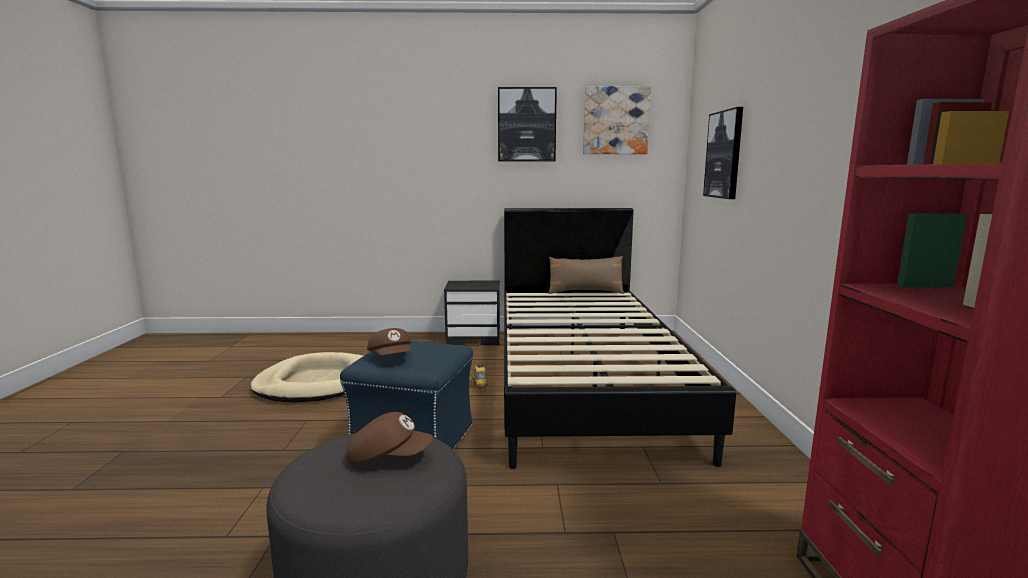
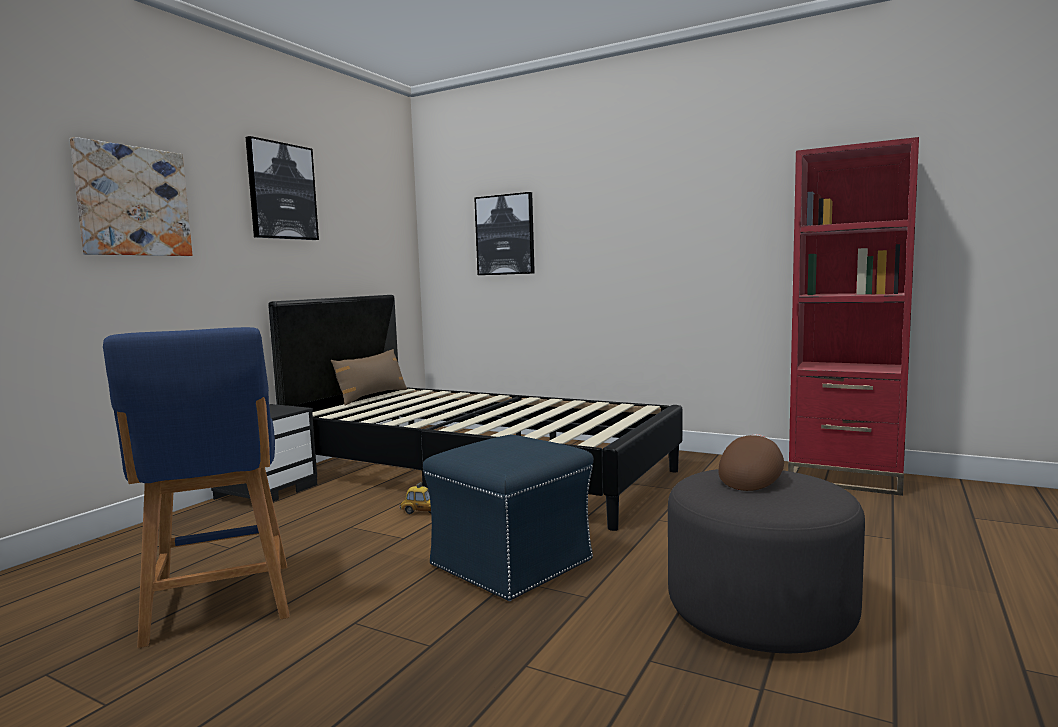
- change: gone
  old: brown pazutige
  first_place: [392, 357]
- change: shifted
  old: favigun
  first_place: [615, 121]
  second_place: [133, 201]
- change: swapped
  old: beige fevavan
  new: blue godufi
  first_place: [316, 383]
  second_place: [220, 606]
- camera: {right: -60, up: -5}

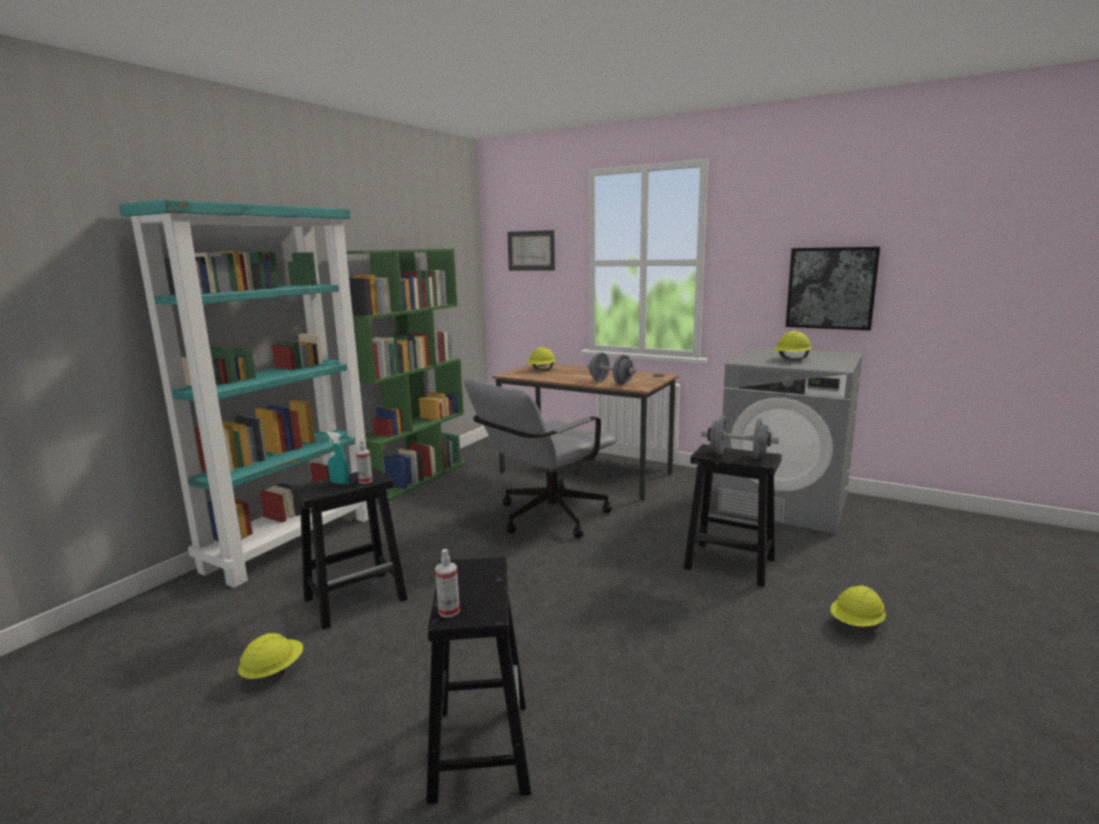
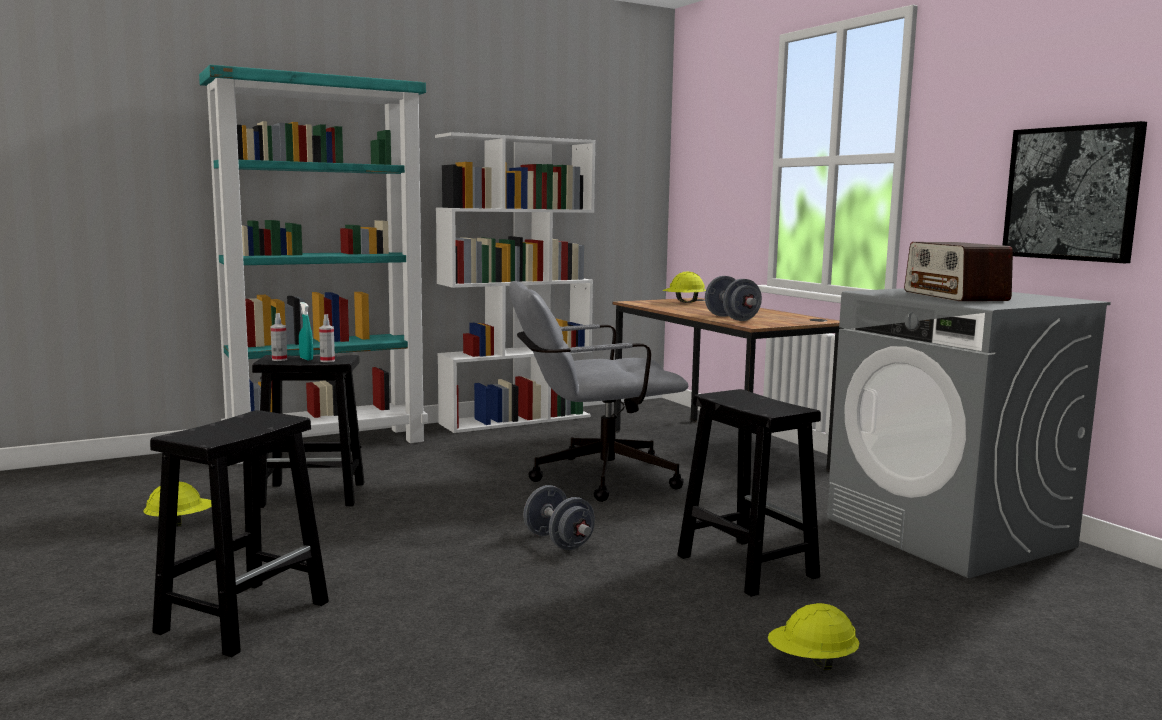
- change: gone
  old: favigun
  first_place: [531, 250]
- change: shifted
  old: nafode
  first_place: [449, 611]
  second_place: [279, 359]
- change: shifted
  old: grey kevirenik
  first_place: [738, 455]
  second_place: [558, 541]
- change: swapped
  old: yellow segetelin
  new: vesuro
  first_place: [791, 359]
  second_place: [955, 296]
- change: repainted
  old: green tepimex
  new: white tepimex
  first_place: [416, 478]
  second_place: [516, 419]
- camera: {right: 30, up: -5}

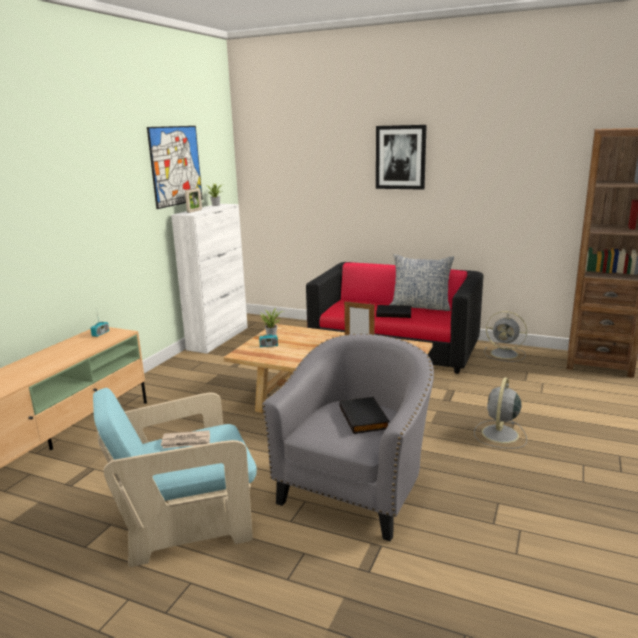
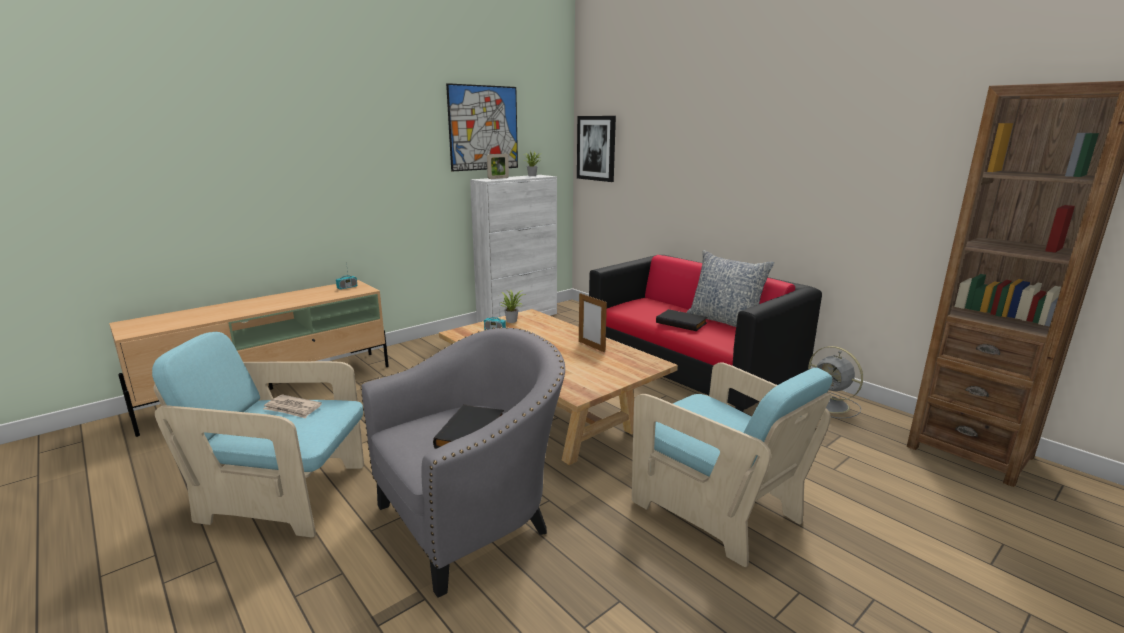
- change: shifted
  old: favigun
  first_place: [400, 157]
  second_place: [596, 148]
- change: swapped
  old: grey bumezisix
  new: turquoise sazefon
  first_place: [499, 435]
  second_place: [715, 509]
- camera: {right: 25, up: 0}

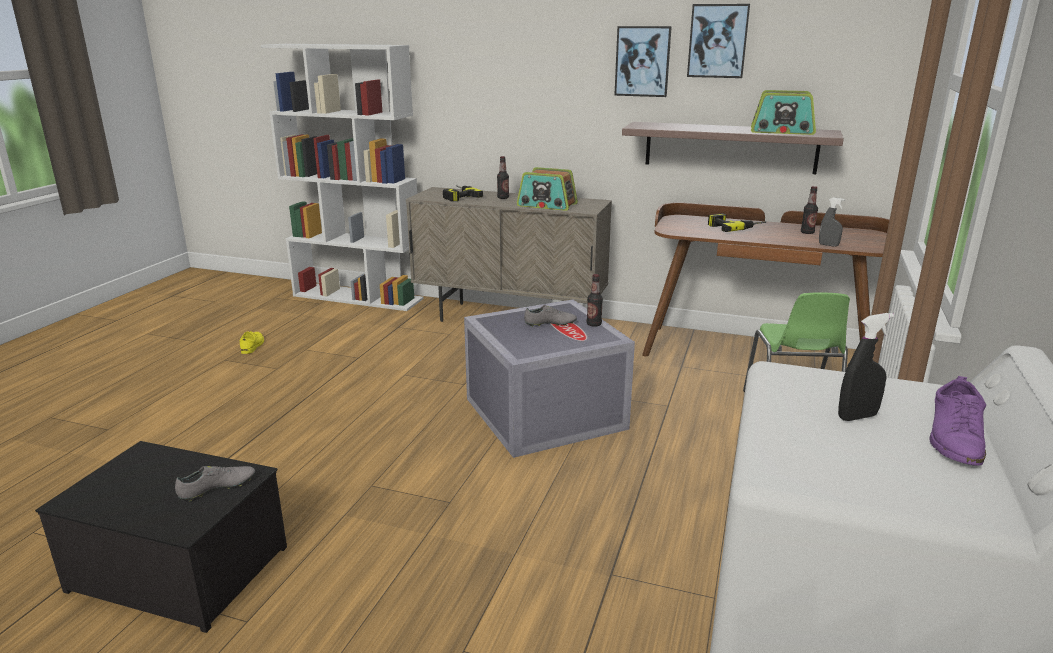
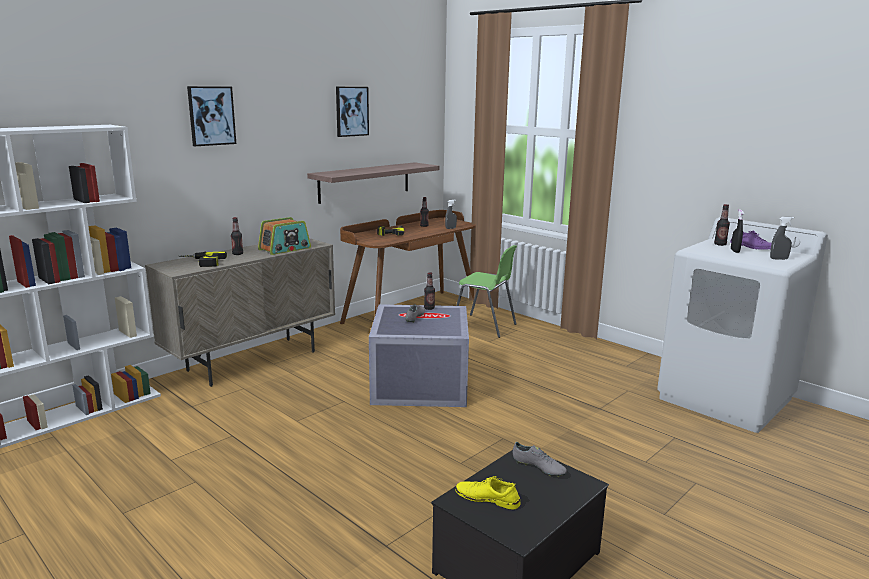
- change: gone
  old: vesuro
  first_place: [782, 131]
- change: new
  new: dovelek
  second_place: [720, 244]
- change: new
  new: grey nafode
  second_place: [778, 259]
- change: shifted
  old: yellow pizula
  first_place: [252, 345]
  second_place: [487, 498]
- change: shifted
  old: favigun
  first_place: [642, 61]
  second_place: [211, 116]
- change: rotated
  old: grey pizula
  first_place: [217, 489]
  second_place: [538, 468]
  degrees: 135
- camera: {right: -65, up: -5}

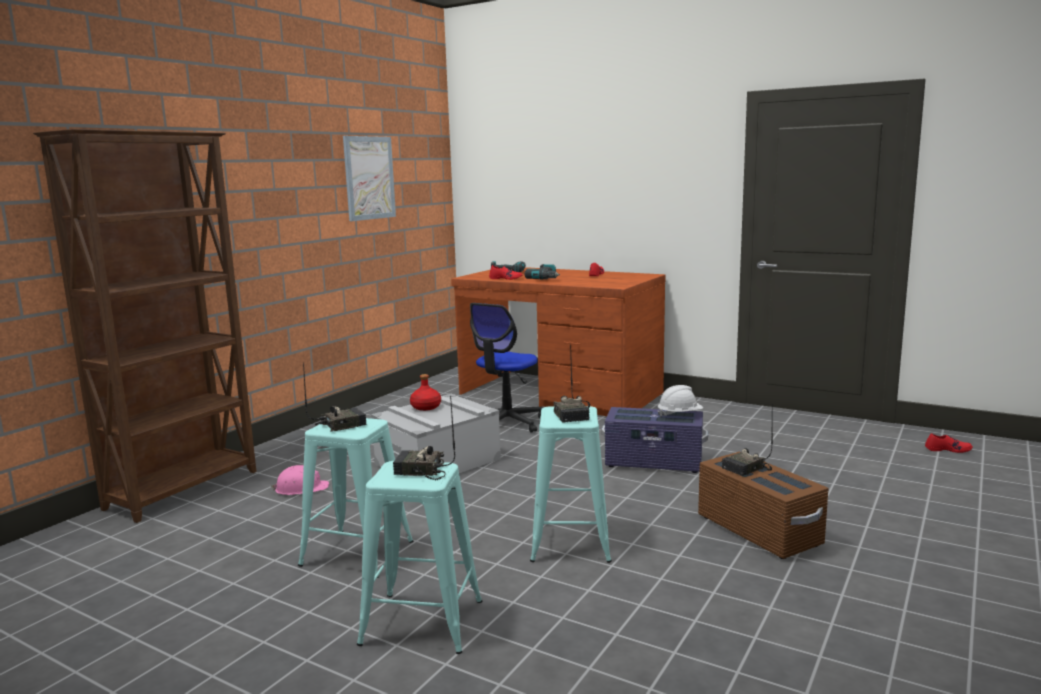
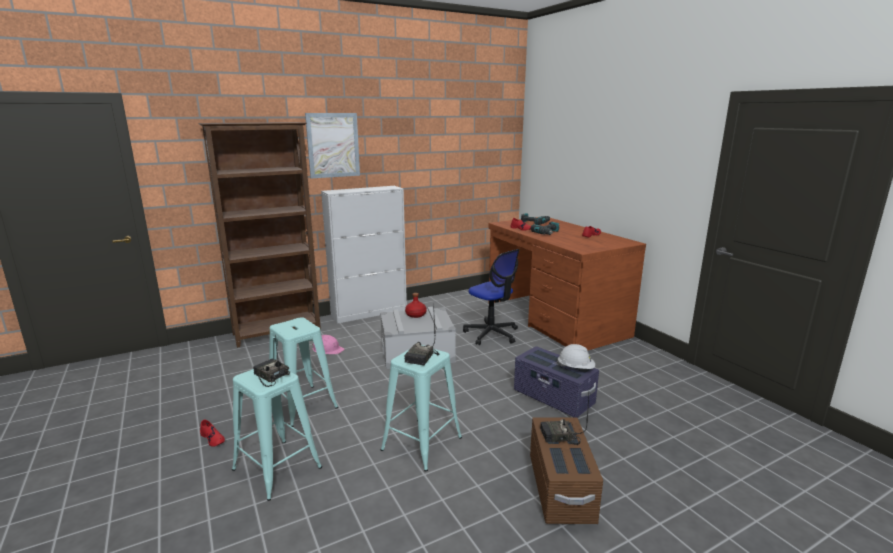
- change: gone
  old: vesuro
  first_place: [341, 425]
- change: new
  new: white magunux
  second_place: [369, 312]
- change: shifted
  old: favigun
  first_place: [369, 178]
  second_place: [333, 145]
- change: shifted
  old: red pizula
  first_place: [948, 449]
  second_place: [213, 438]
- change: rotated
  old: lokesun
  first_place: [506, 423]
  second_place: [491, 334]
  degrees: -105
- camera: {right: 30, up: 5}

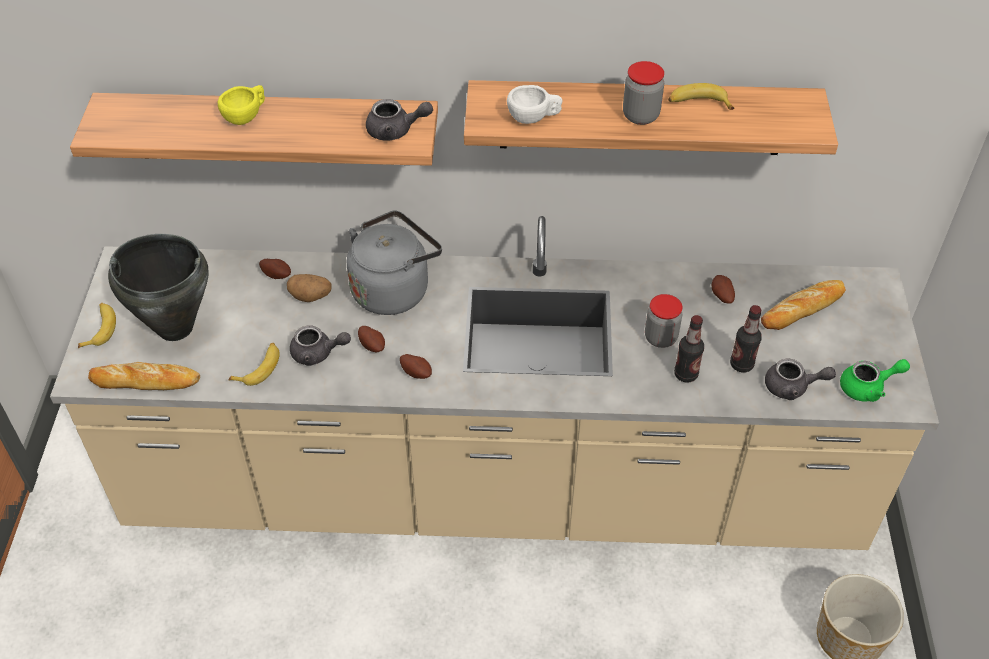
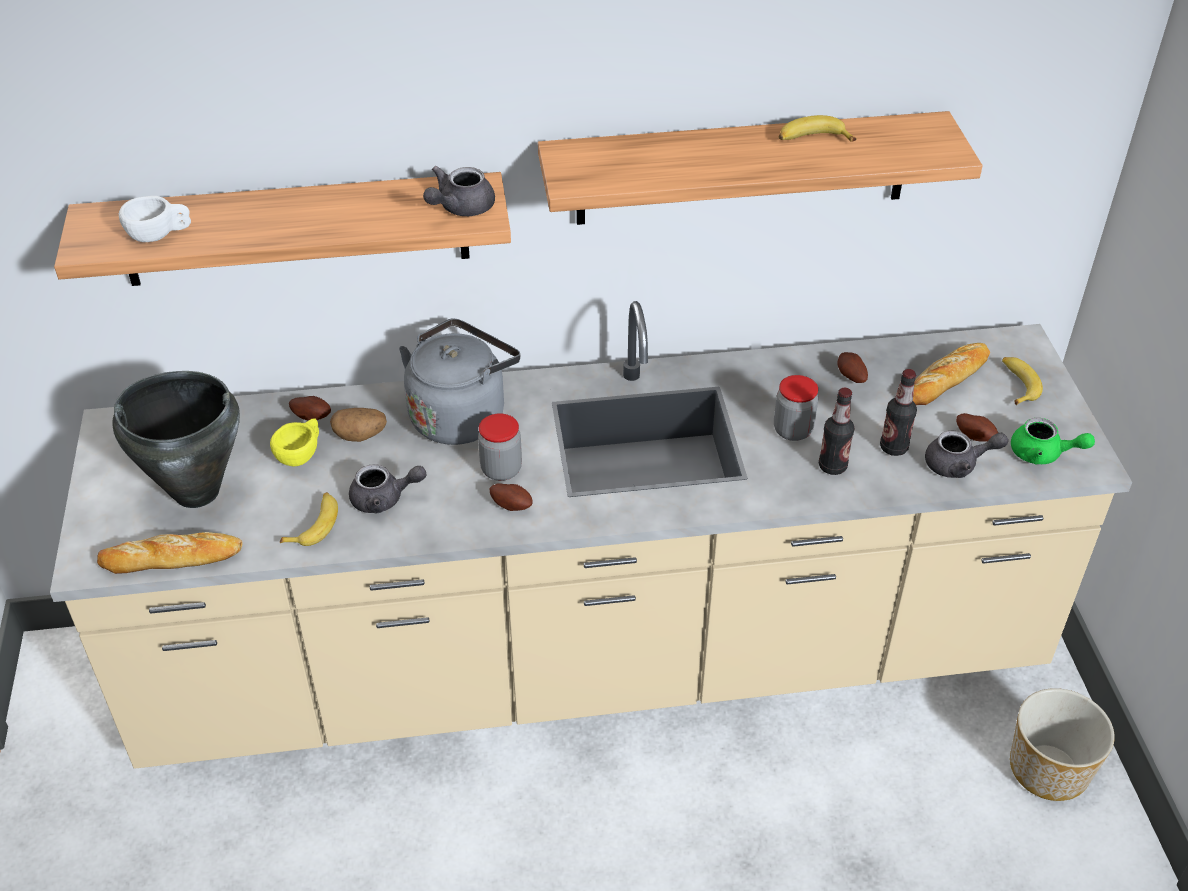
- change: shifted
  old: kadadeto
  first_place: [100, 328]
  second_place: [1017, 384]
- change: shifted
  old: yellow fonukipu
  first_place: [246, 116]
  second_place: [301, 454]
- change: shifted
  old: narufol
  first_place: [372, 345]
  second_place: [975, 436]
- change: shifted
  old: white fonukipu
  first_place: [534, 118]
  second_place: [159, 235]
- change: shifted
  old: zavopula
  first_place: [640, 116]
  second_place: [501, 470]
- change: rotated
  old: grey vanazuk
  first_place: [396, 131]
  second_place: [460, 208]
  degrees: 135
- change: rotated
  old: green vanazuk
  first_place: [868, 387]
  second_place: [1043, 454]
  degrees: 45
- camera: {right: -10, up: -5}

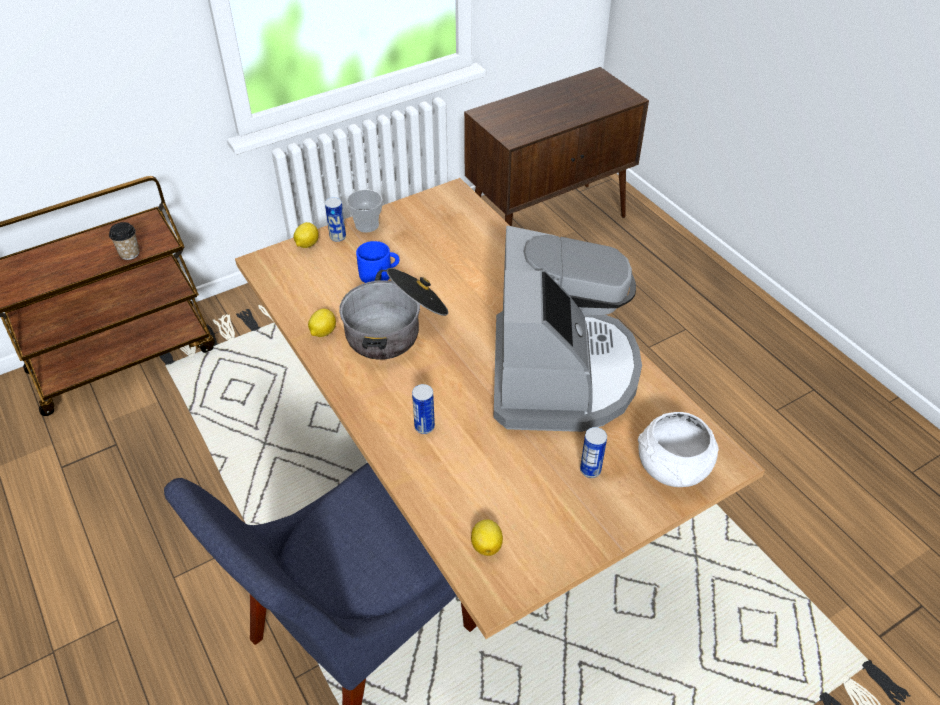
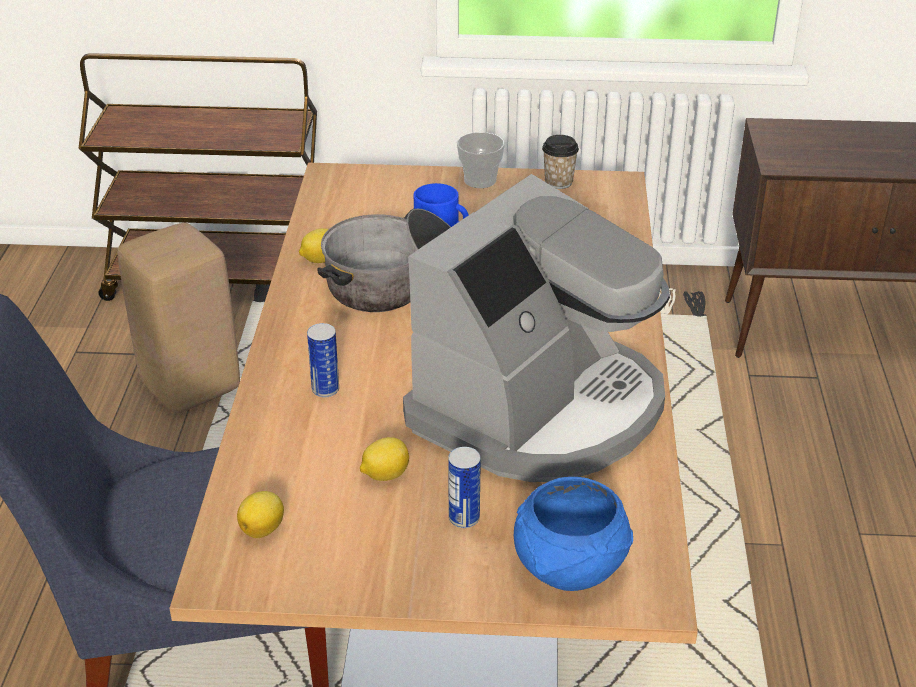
- change: gone
  old: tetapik
  first_place: [337, 237]
- change: new
  new: beige godufi
  second_place: [191, 385]
- change: shifted
  old: fonukipu
  first_place: [129, 253]
  second_place: [558, 182]
- change: shifted
  old: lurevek
  first_place: [307, 244]
  second_place: [384, 475]
- change: repainted
  old: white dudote
  new: blue dudote
  first_place: [672, 469]
  second_place: [568, 568]
- camera: {right: 35, up: -10}

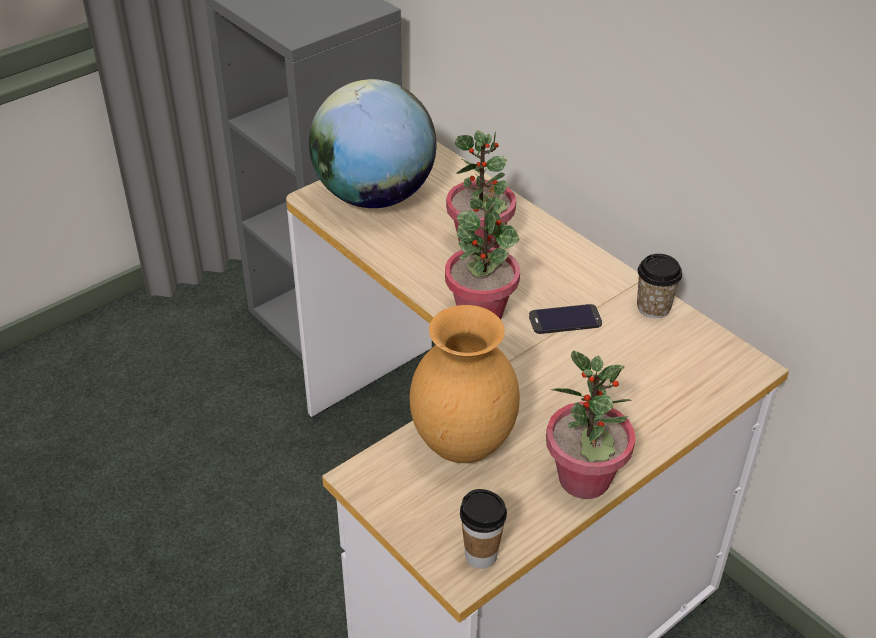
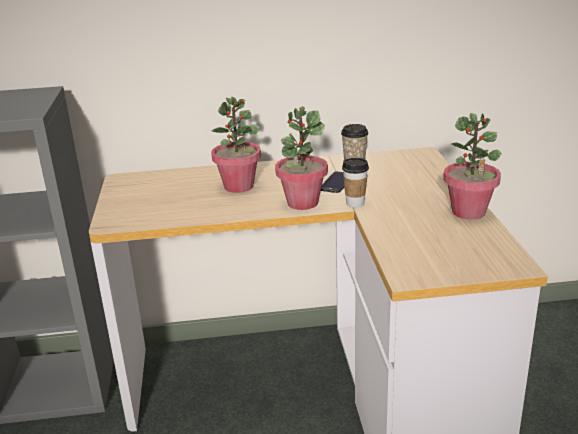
- change: gone
  old: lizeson
  first_place: [374, 196]
- change: gone
  old: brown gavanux
  first_place: [464, 446]
- change: shifted
  old: fonukipu
  first_place: [481, 555]
  second_place: [355, 203]
- camera: {right: -55, up: -15}

